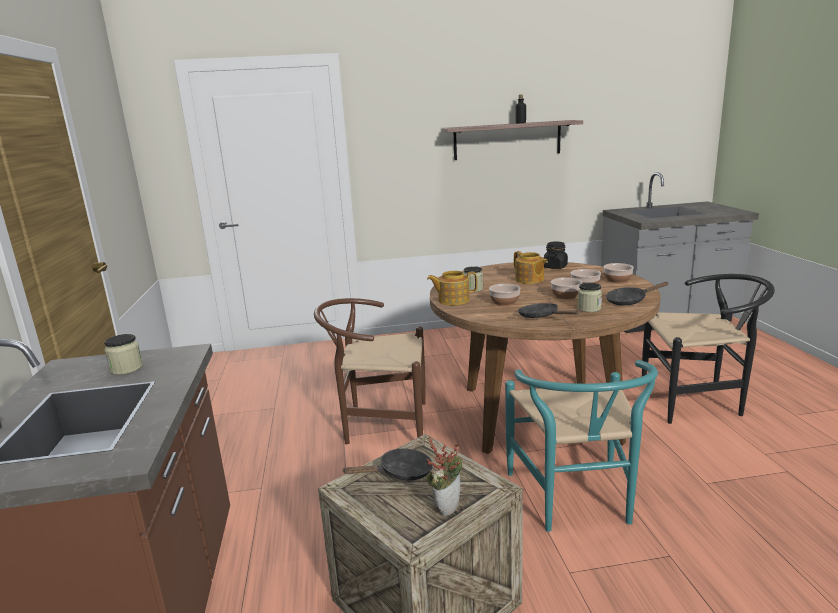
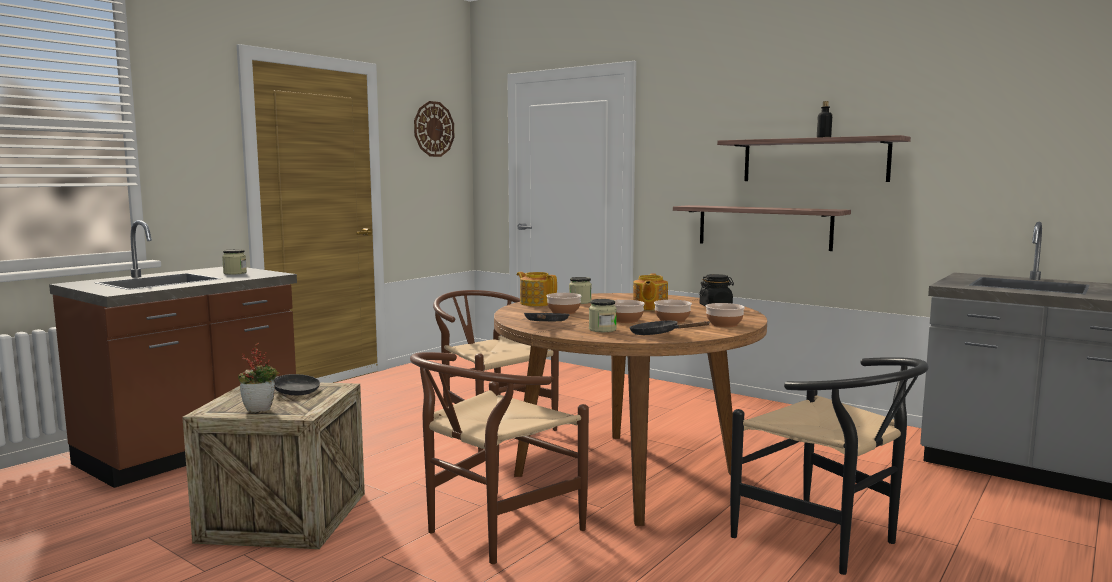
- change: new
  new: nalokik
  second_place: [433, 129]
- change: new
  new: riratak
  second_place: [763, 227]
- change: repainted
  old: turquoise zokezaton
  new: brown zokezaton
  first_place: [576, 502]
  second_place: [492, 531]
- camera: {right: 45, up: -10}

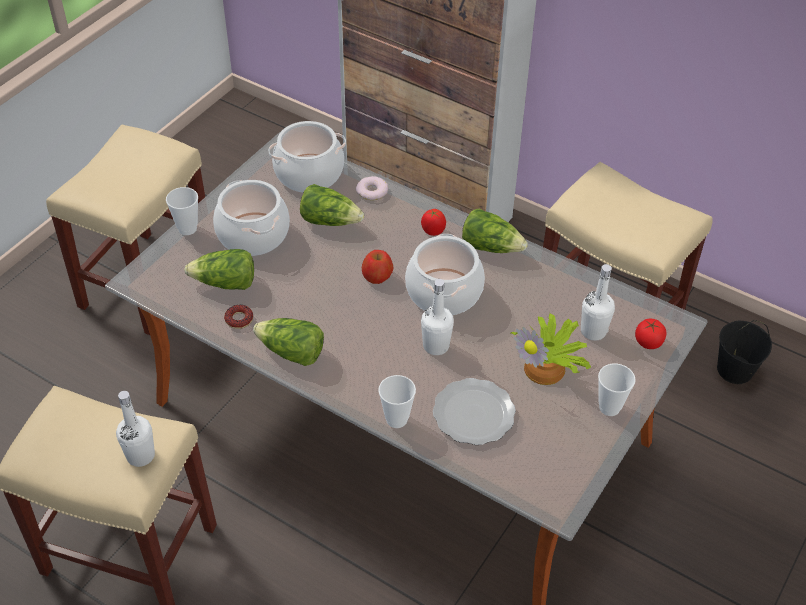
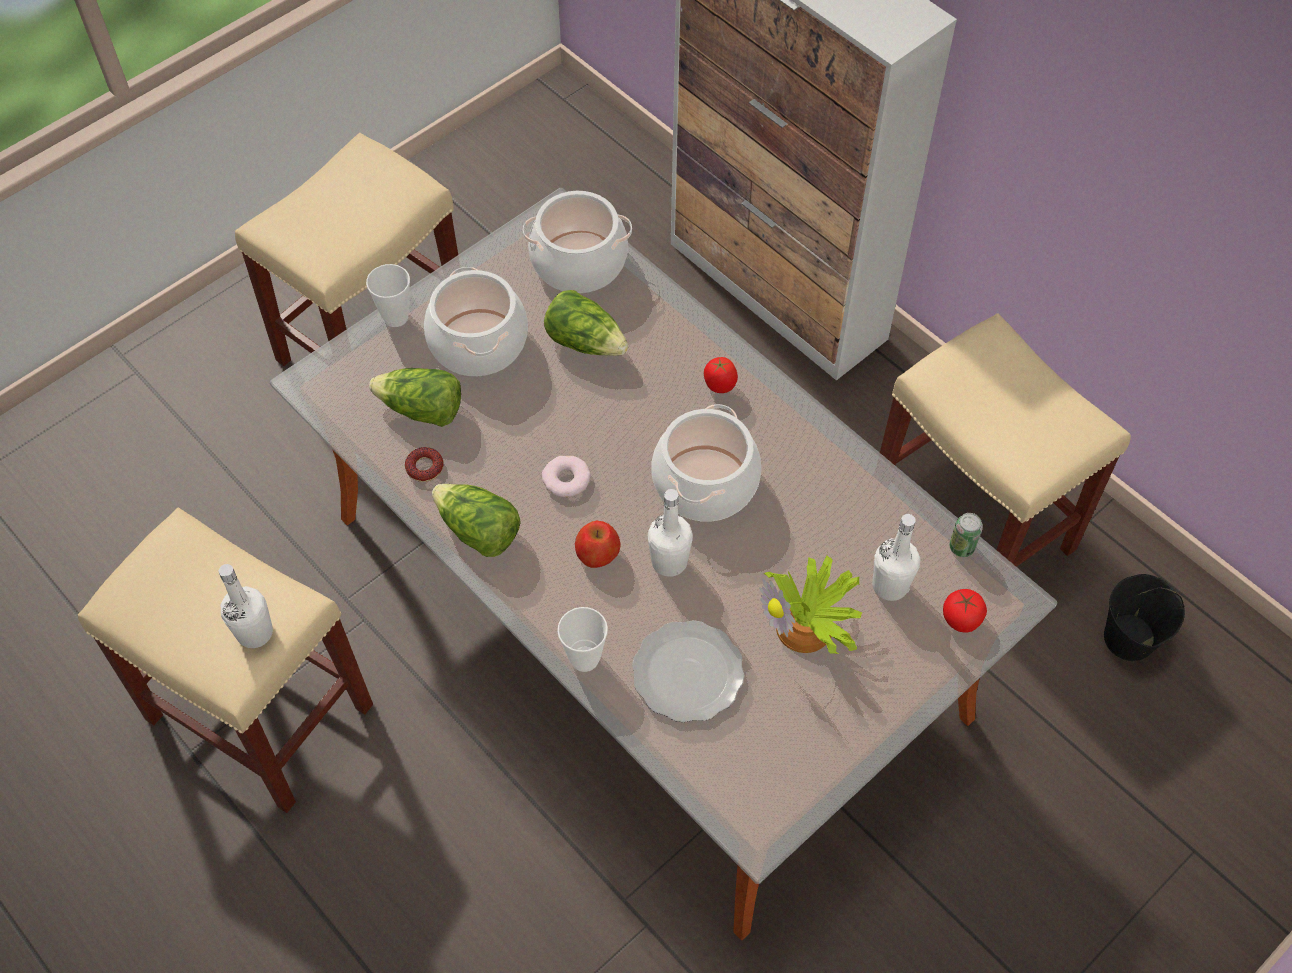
- change: gone
  old: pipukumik
  first_place: [491, 246]
- change: gone
  old: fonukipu
  first_place: [609, 407]
- change: new
  new: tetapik
  second_place: [961, 547]
- change: shifted
  old: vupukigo
  first_place: [372, 191]
  second_place: [566, 479]
- change: shifted
  old: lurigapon
  first_place: [377, 276]
  second_place: [597, 553]
- camera: {right: 15, up: 10}

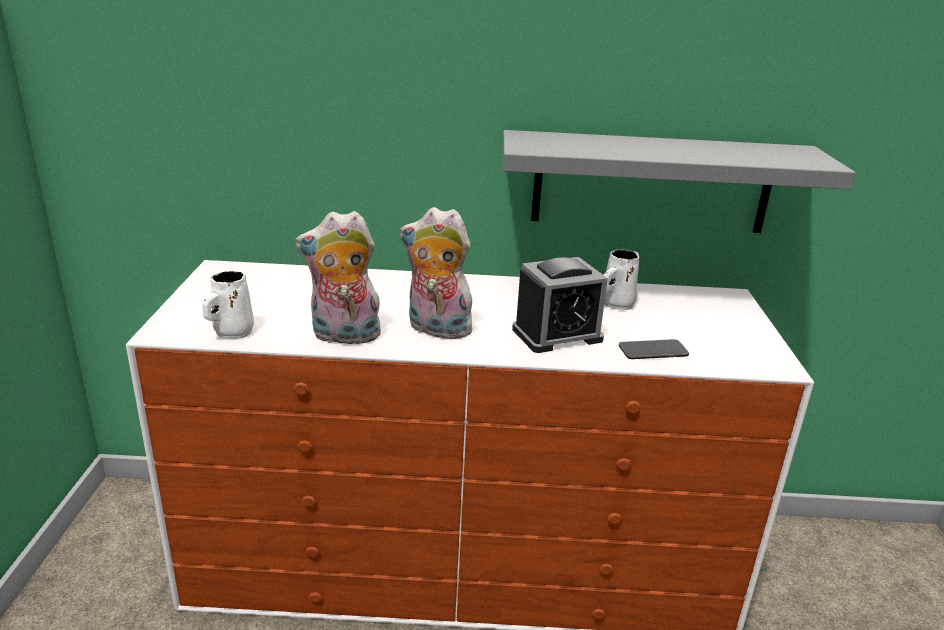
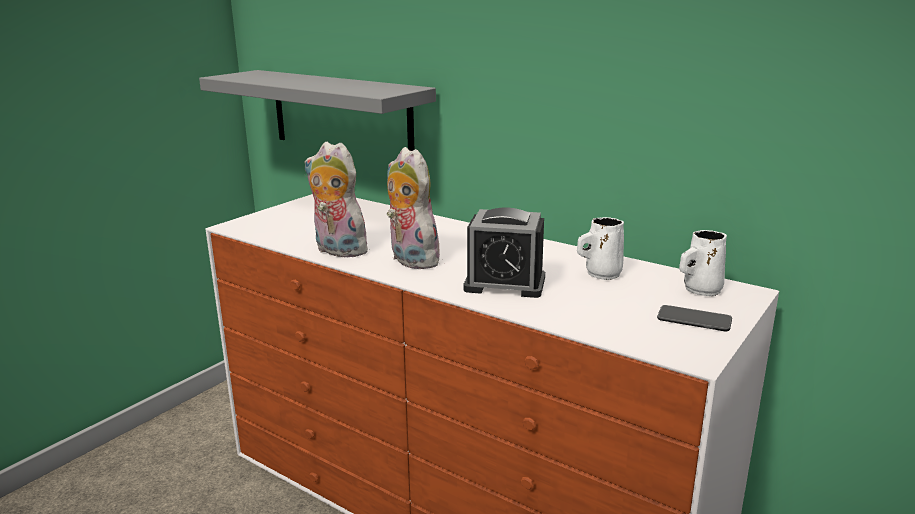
- change: shifted
  old: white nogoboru
  first_place: [232, 332]
  second_place: [700, 290]
- change: shifted
  old: grey riratak
  first_place: [651, 183]
  second_place: [341, 114]
- change: shifted
  old: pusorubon
  first_place: [653, 351]
  second_place: [694, 320]
- camera: {right: 35, up: -5}

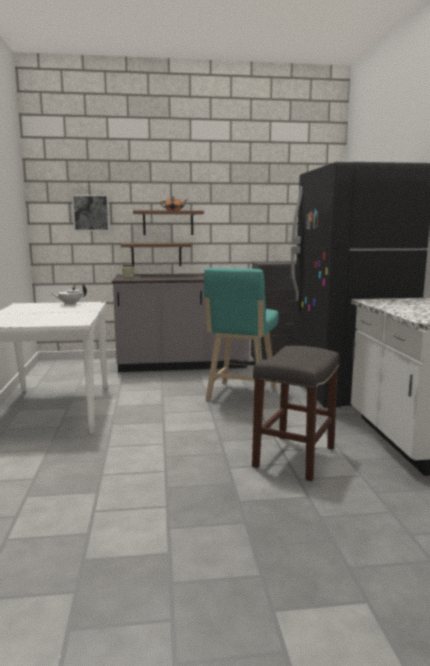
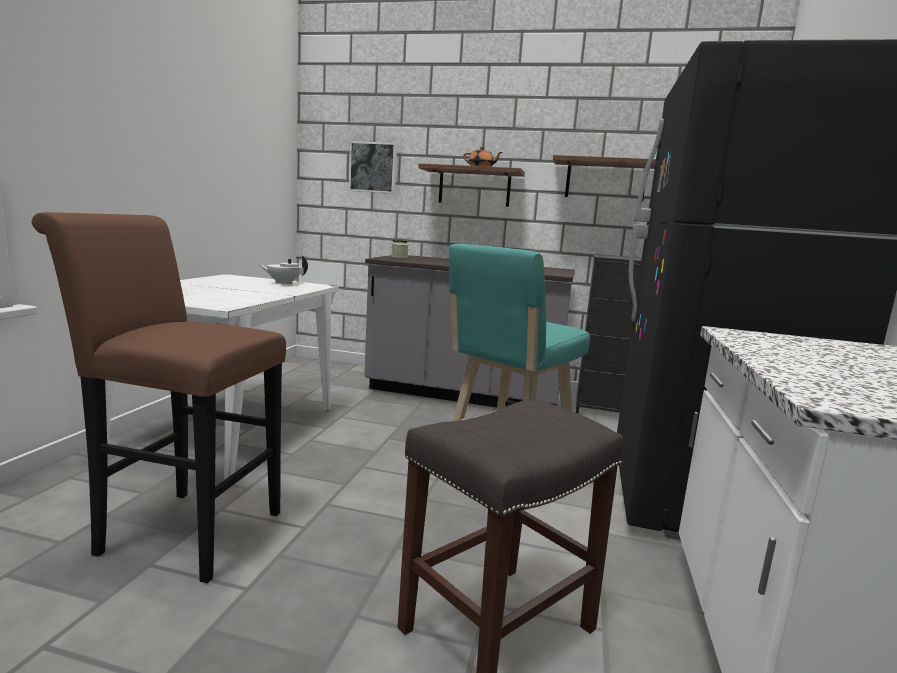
- change: new
  new: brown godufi
  second_place: [181, 530]
- change: shifted
  old: brown riratak
  first_place: [156, 254]
  second_place: [605, 180]
- camera: {right: 20, up: 0}

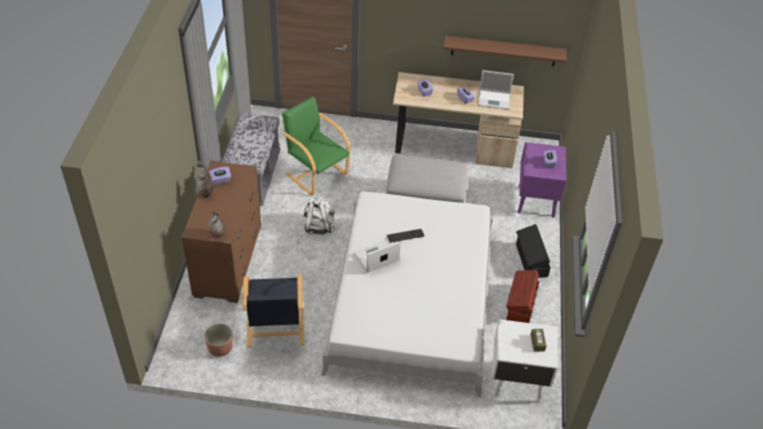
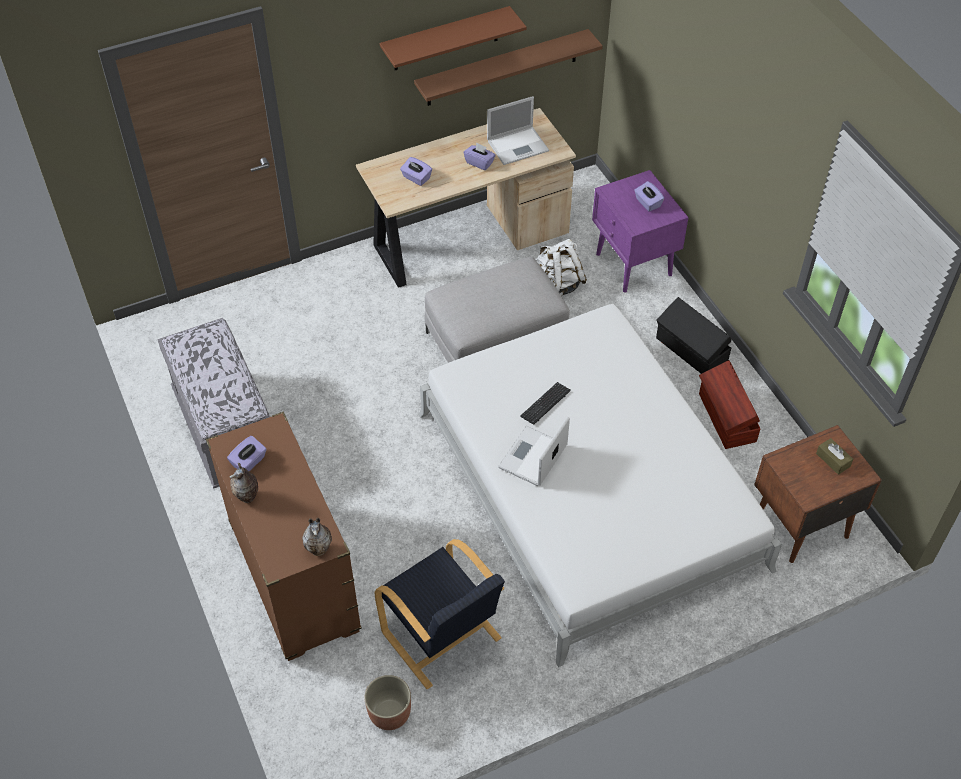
- change: gone
  old: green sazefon
  first_place: [316, 173]
- change: new
  new: brown riratak
  second_place: [445, 39]
- change: shifted
  old: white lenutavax
  first_place: [318, 226]
  second_place: [557, 284]
- change: repainted
  old: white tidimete
  new: brown tidimete
  first_place: [516, 381]
  second_place: [800, 525]
- camera: {right: -30, up: 5}

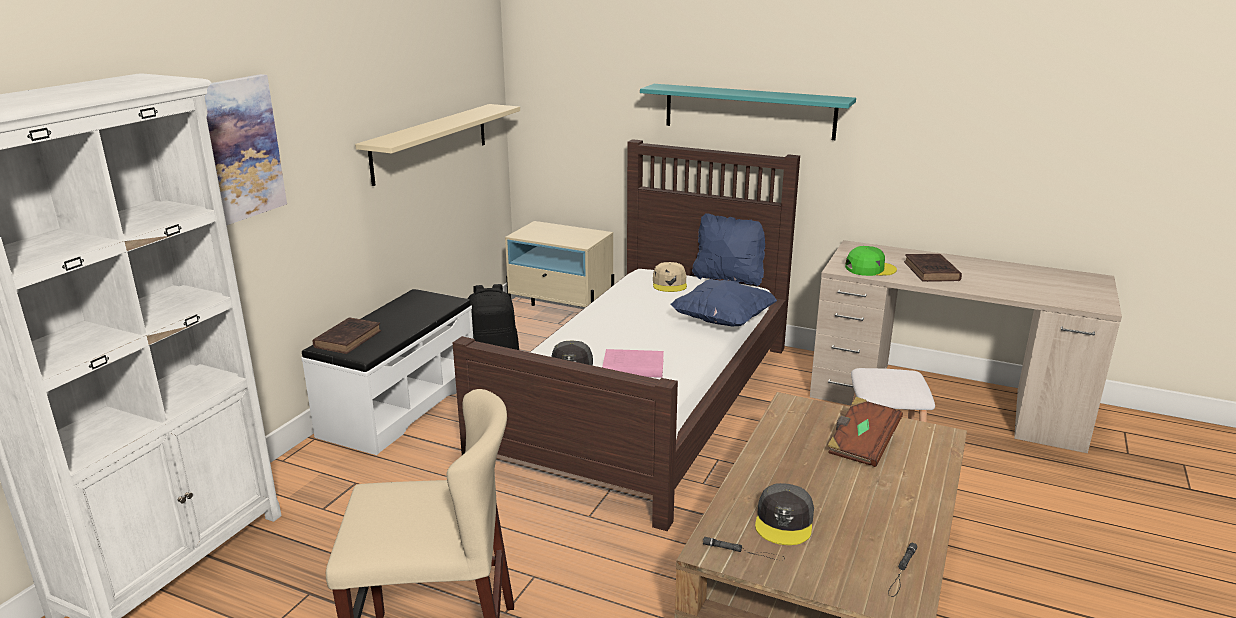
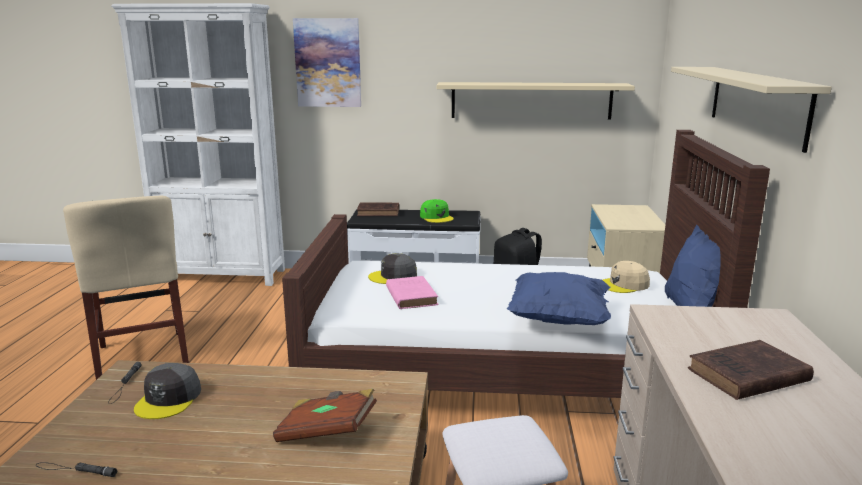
- change: shifted
  old: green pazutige
  first_place: [869, 269]
  second_place: [436, 217]
- change: repainted
  old: turquoise riratak
  new: beige riratak
  first_place: [749, 111]
  second_place: [756, 103]
- change: rotated
  old: grey pazutige
  first_place: [784, 522]
  second_place: [169, 399]
  degrees: -75
- camera: {right: 70, up: -5}

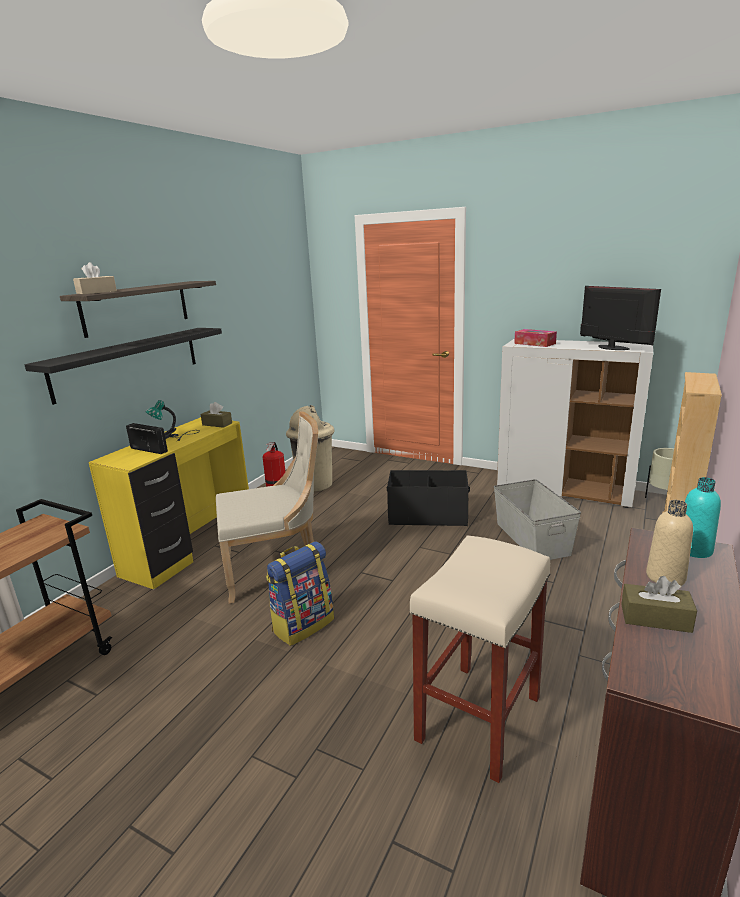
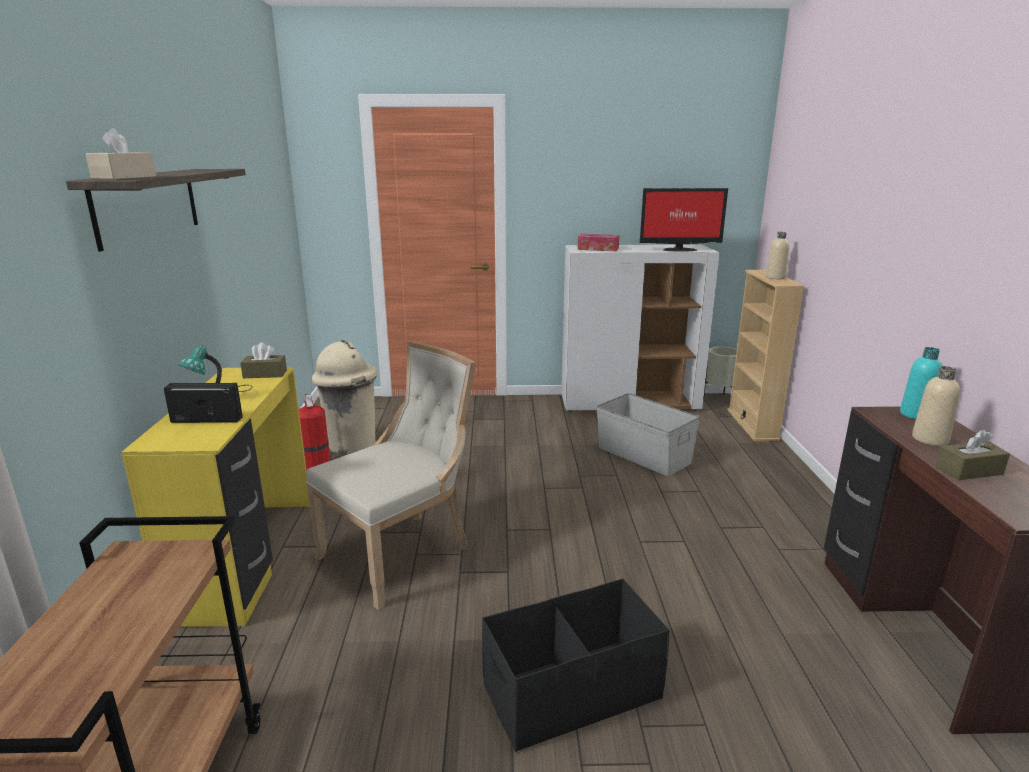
- change: gone
  old: black riratak
  first_place: [128, 362]
- change: gone
  old: lenutavax
  first_place: [303, 624]
- change: gone
  old: beige godufi
  first_place: [478, 716]
- change: new
  new: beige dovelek
  second_place: [775, 277]
- change: shifted
  old: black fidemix
  first_place: [428, 515]
  second_place: [571, 692]
- change: rotated
  old: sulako
  first_place: [613, 348]
  second_place: [678, 249]
  degrees: 150
- camera: {right: -30, up: 0}

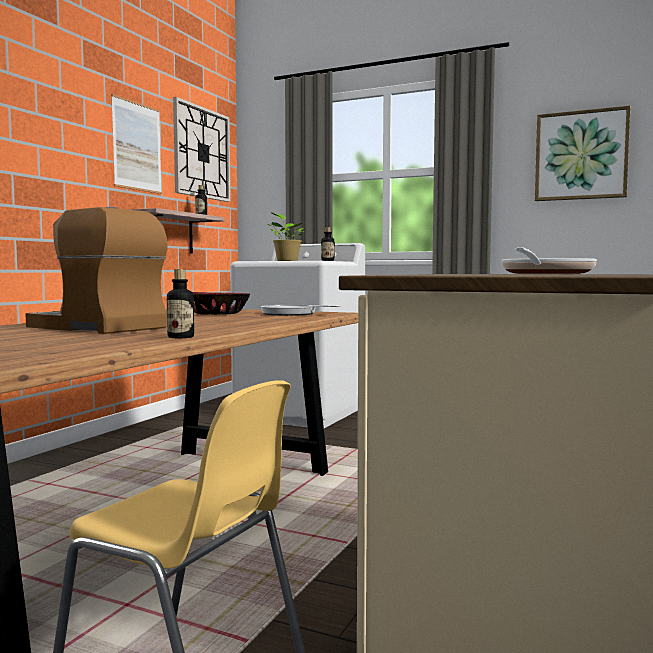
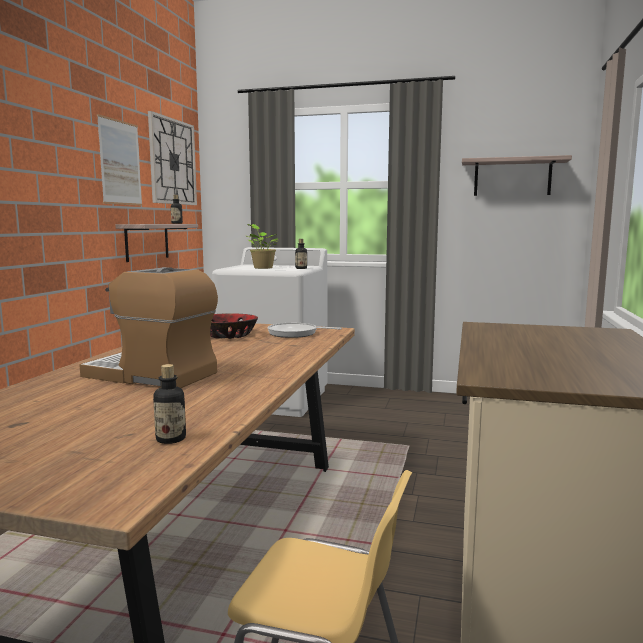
- change: gone
  old: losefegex
  first_place: [544, 273]
- change: shifted
  old: dovelek
  first_place: [181, 337]
  second_place: [171, 439]
- change: swapped
  old: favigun
  new: riratak
  first_place: [581, 155]
  second_place: [512, 177]
- camera: {right: -10, up: 5}

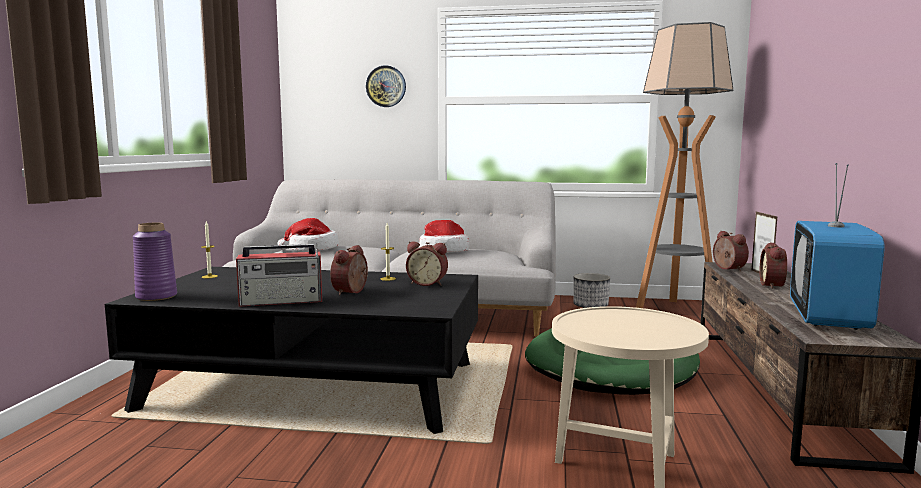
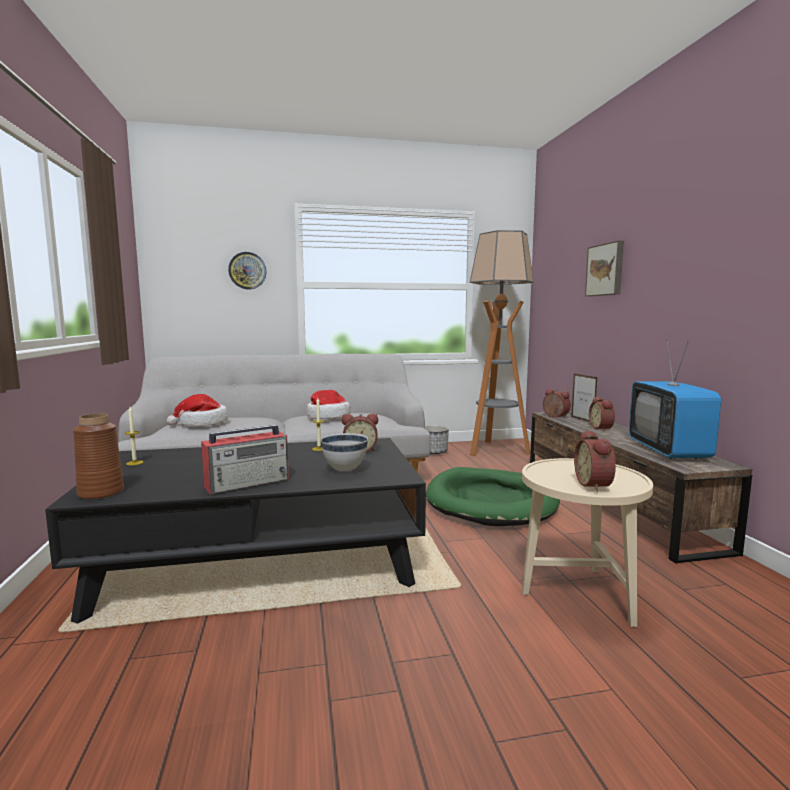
- change: new
  new: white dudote
  second_place: [344, 470]
- change: new
  new: favigun
  second_place: [606, 270]
- change: shifted
  old: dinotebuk
  first_place: [352, 292]
  second_place: [595, 485]
- change: repainted
  old: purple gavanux
  new: brown gavanux
  first_place: [156, 296]
  second_place: [100, 493]
- camera: {right: -20, up: 0}

